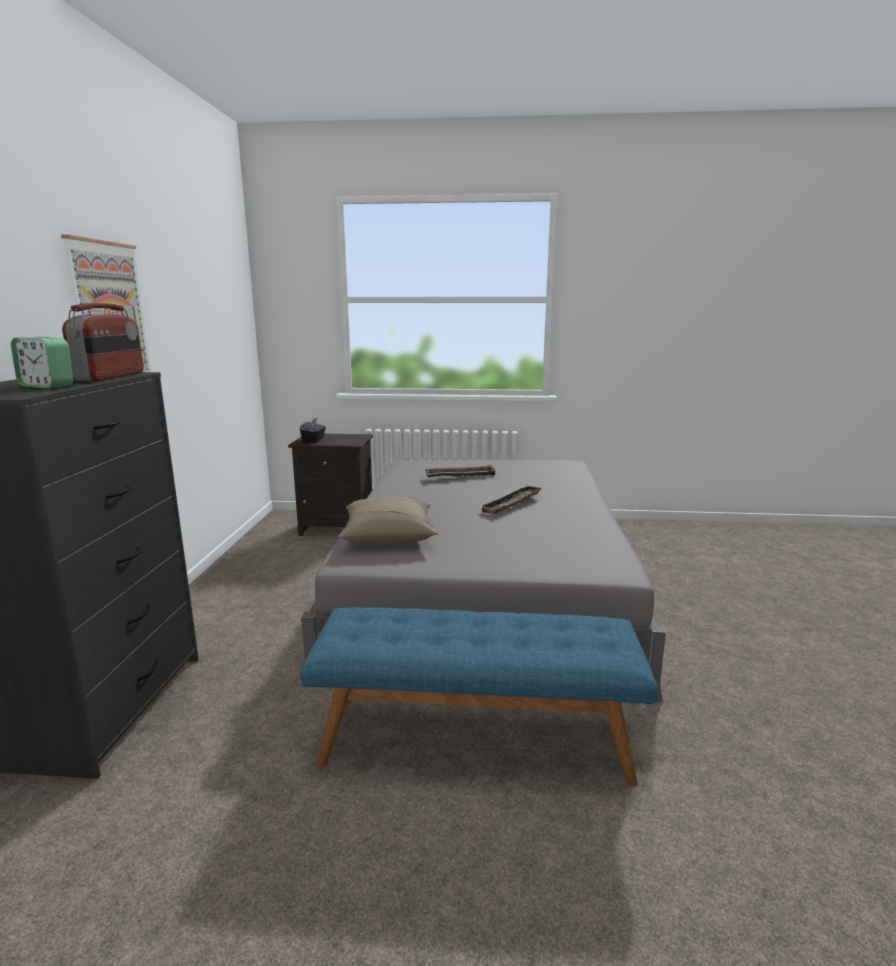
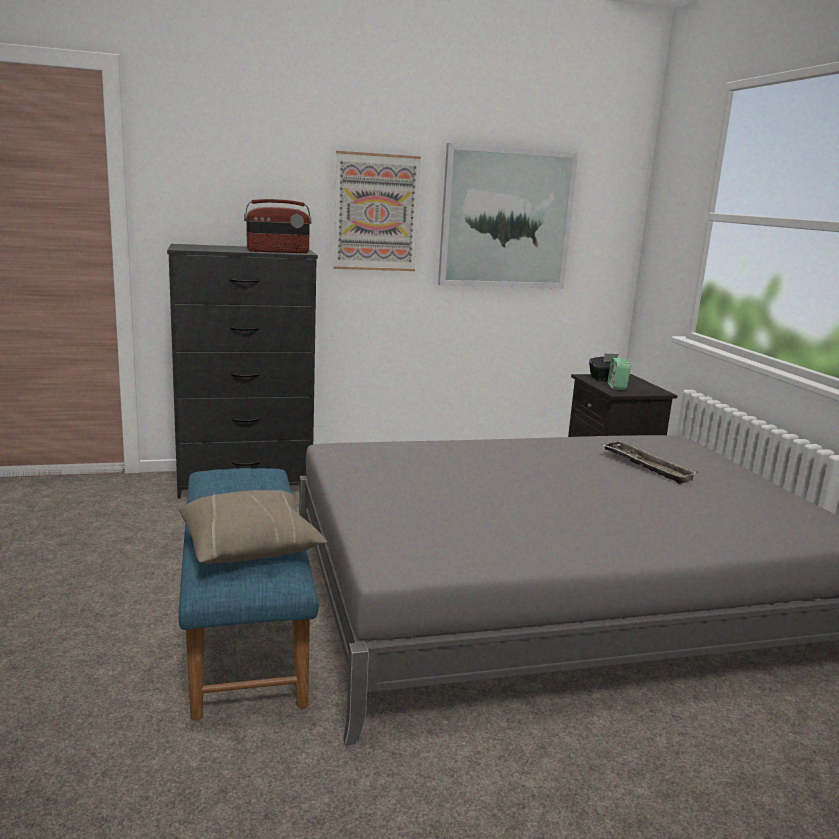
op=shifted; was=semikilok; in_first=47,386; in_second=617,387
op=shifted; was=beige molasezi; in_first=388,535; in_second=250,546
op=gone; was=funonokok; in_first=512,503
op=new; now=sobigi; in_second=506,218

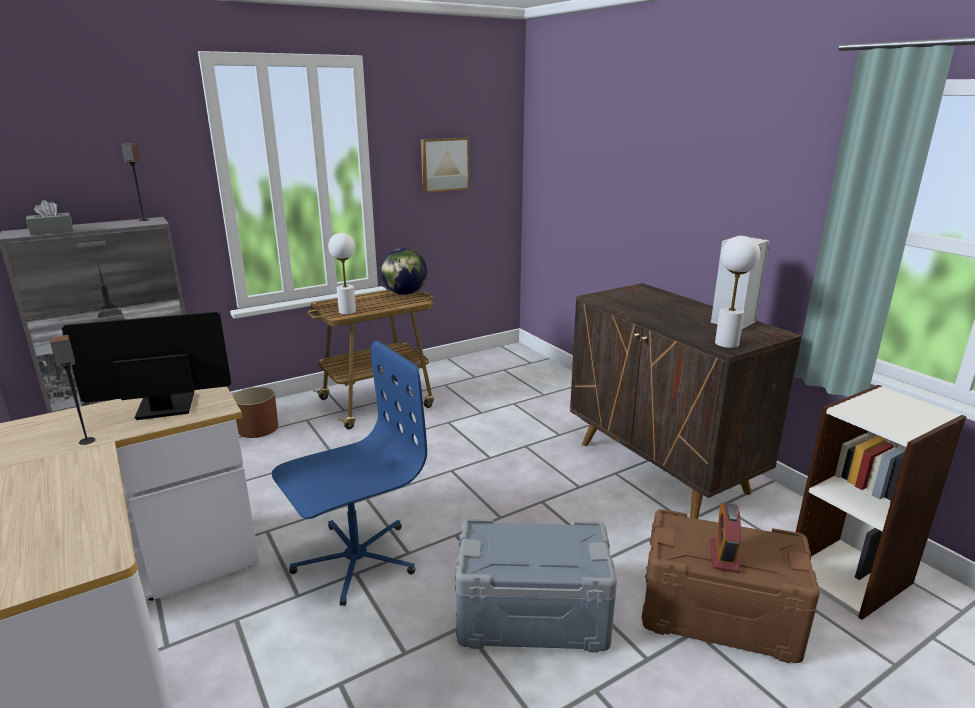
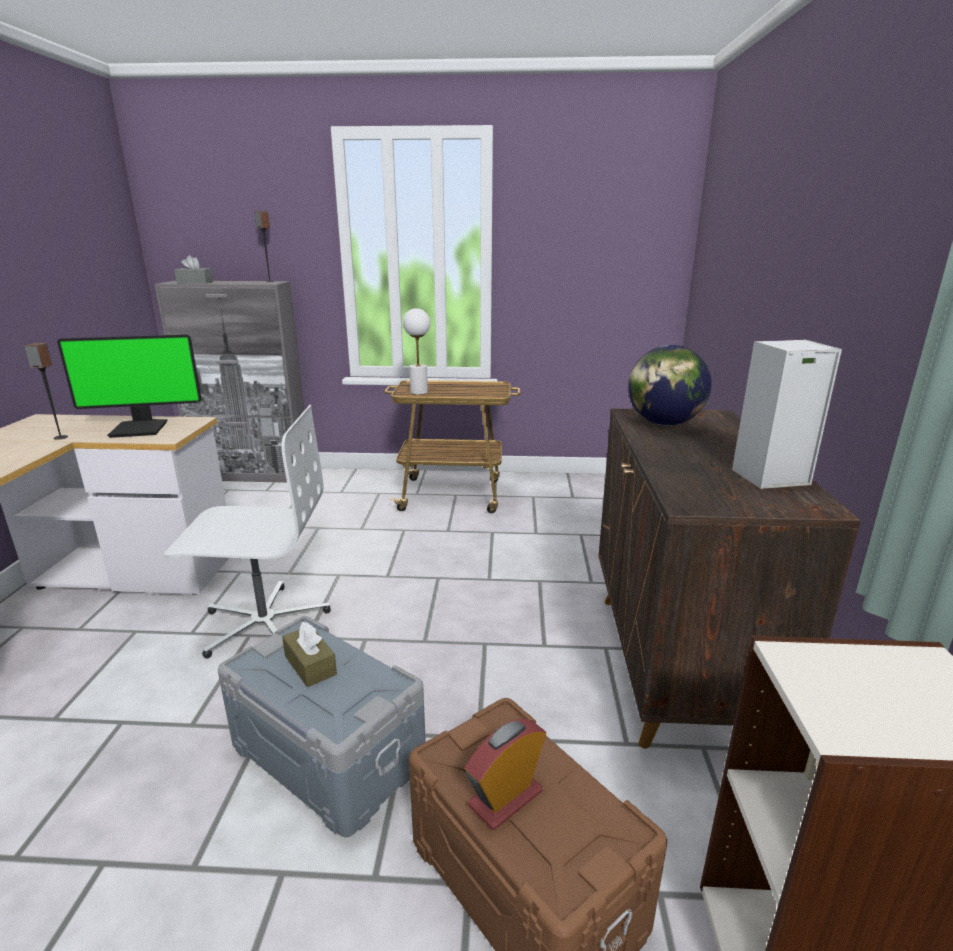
op=rotated; was=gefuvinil; in_first=164,408; in_second=140,428; clockwise=150
op=gone; was=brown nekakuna; in_first=258,428
op=repainted; was=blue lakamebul; now=white lakamebul; in_first=355,559; in_second=264,623
op=shifted; was=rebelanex; in_first=405,293; in_second=664,423
op=gone; was=sobigi; in_first=444,164
op=gone; was=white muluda; in_first=726,343
op=new; now=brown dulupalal; in_second=310,665

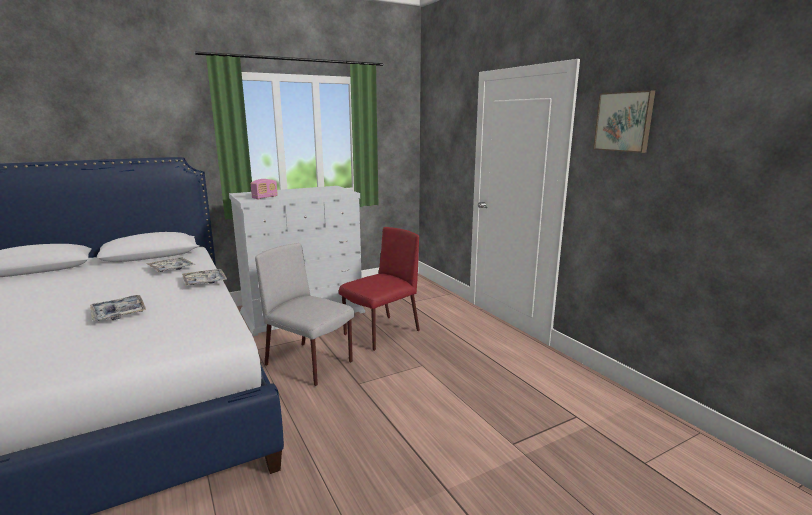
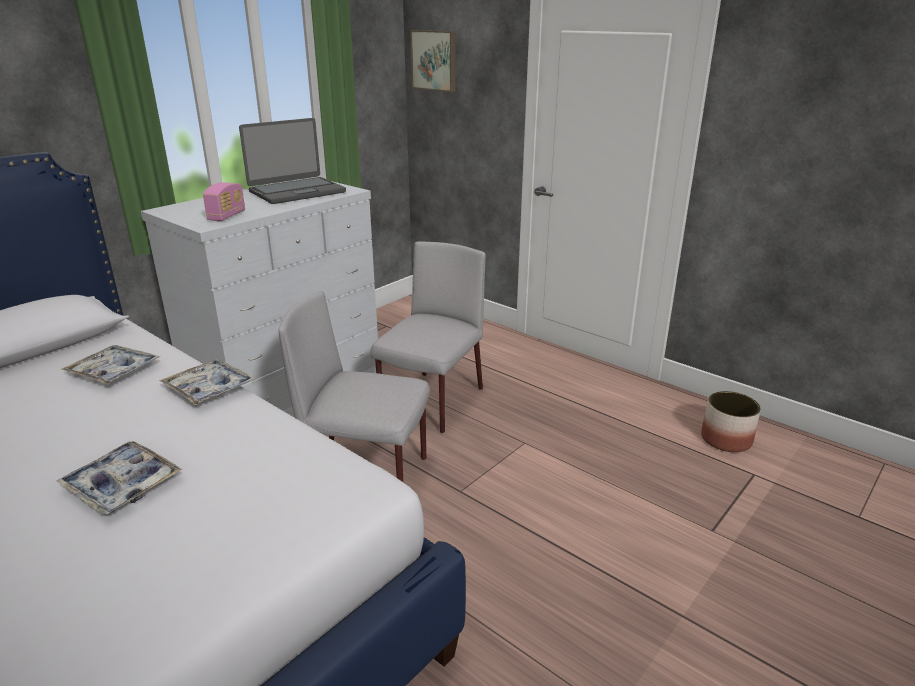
op=repainted; was=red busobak; now=grey busobak; in_first=381,333; in_second=431,403
op=shifted; was=sobigi; in_first=624,121; in_second=434,60
op=new; now=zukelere; in_second=296,192
op=new; now=nekakuna; in_second=726,439

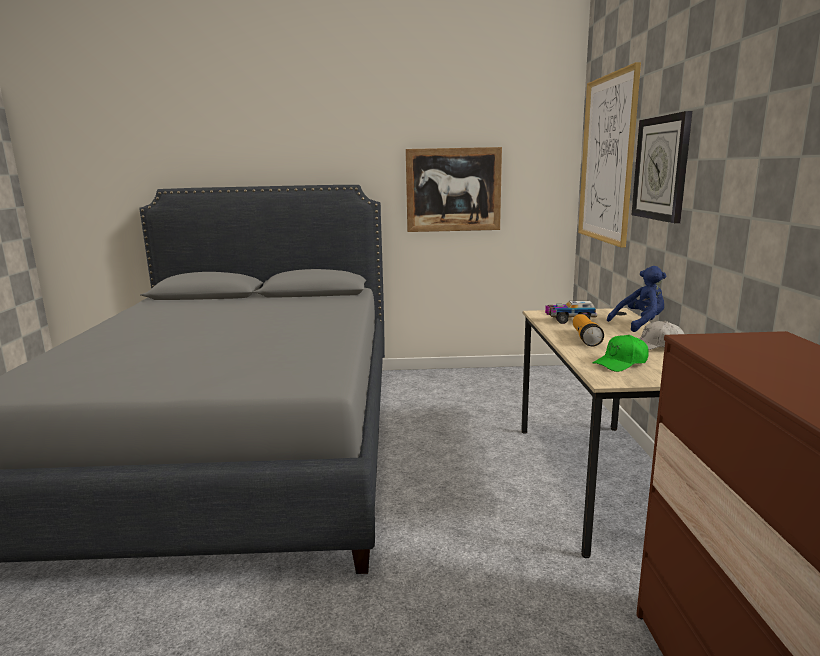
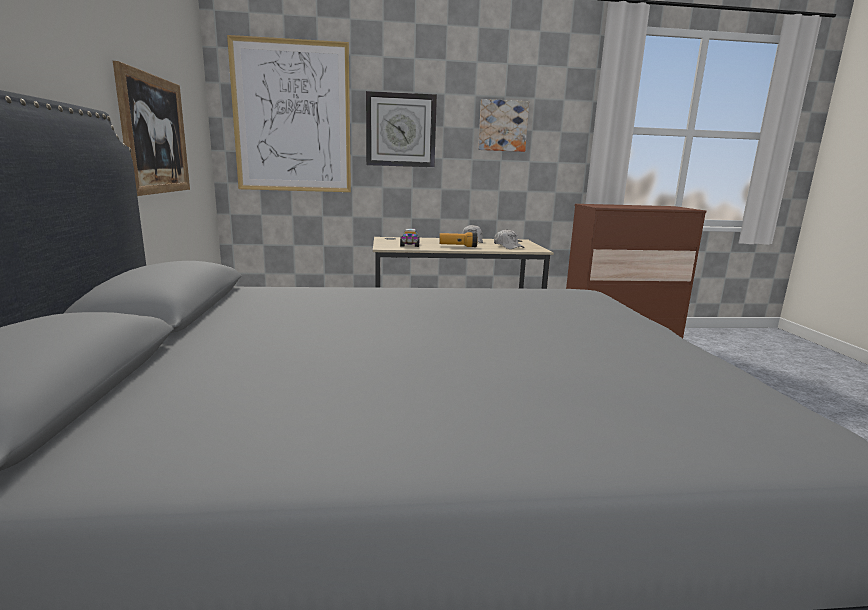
op=repainted; was=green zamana; now=white zamana; in_first=621,363; in_second=508,246
op=gone; was=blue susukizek; in_first=640,324
op=new; now=sobigi; in_second=502,126

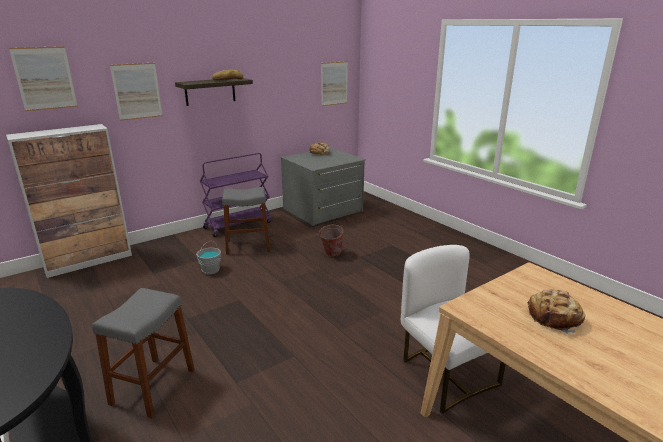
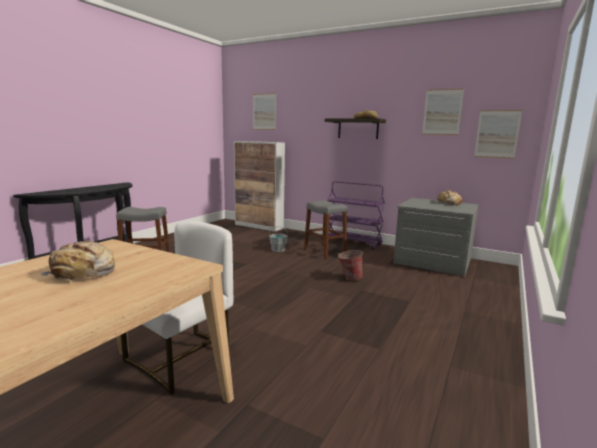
op=shifted; was=sobigi; in_first=137,91; in_second=442,112

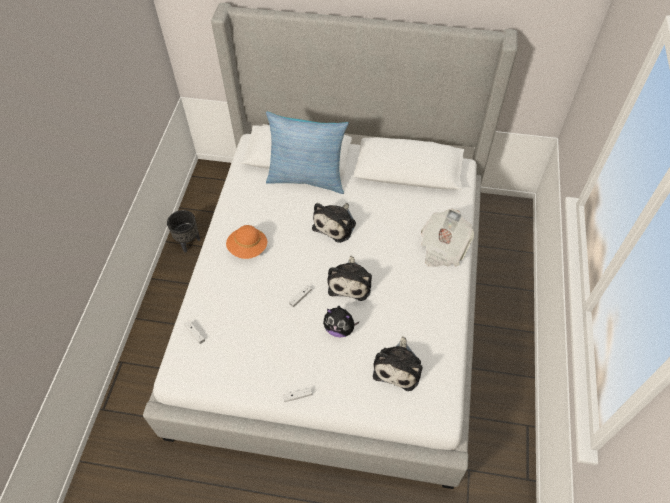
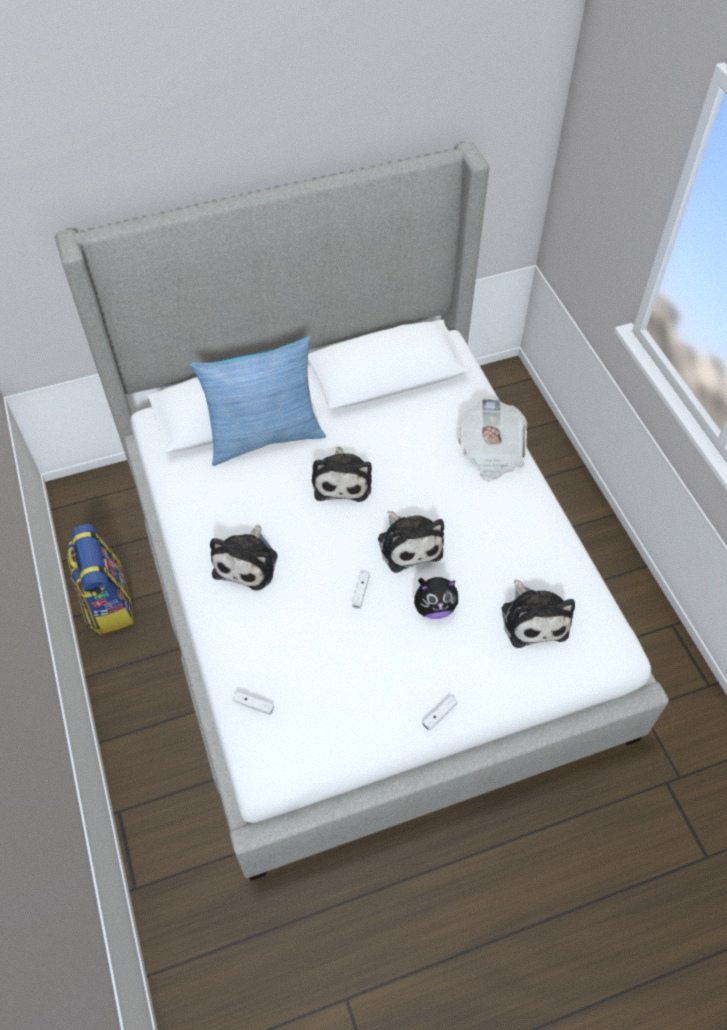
op=swapped; was=black nekakuna; now=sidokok; in_first=188,242; in_second=108,603
op=swapped; was=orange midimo; now=susukizek; in_first=248,248; in_second=247,562

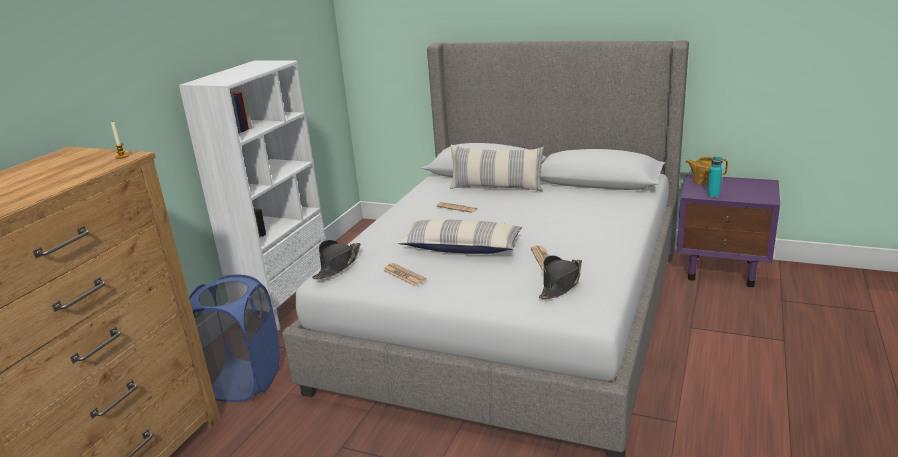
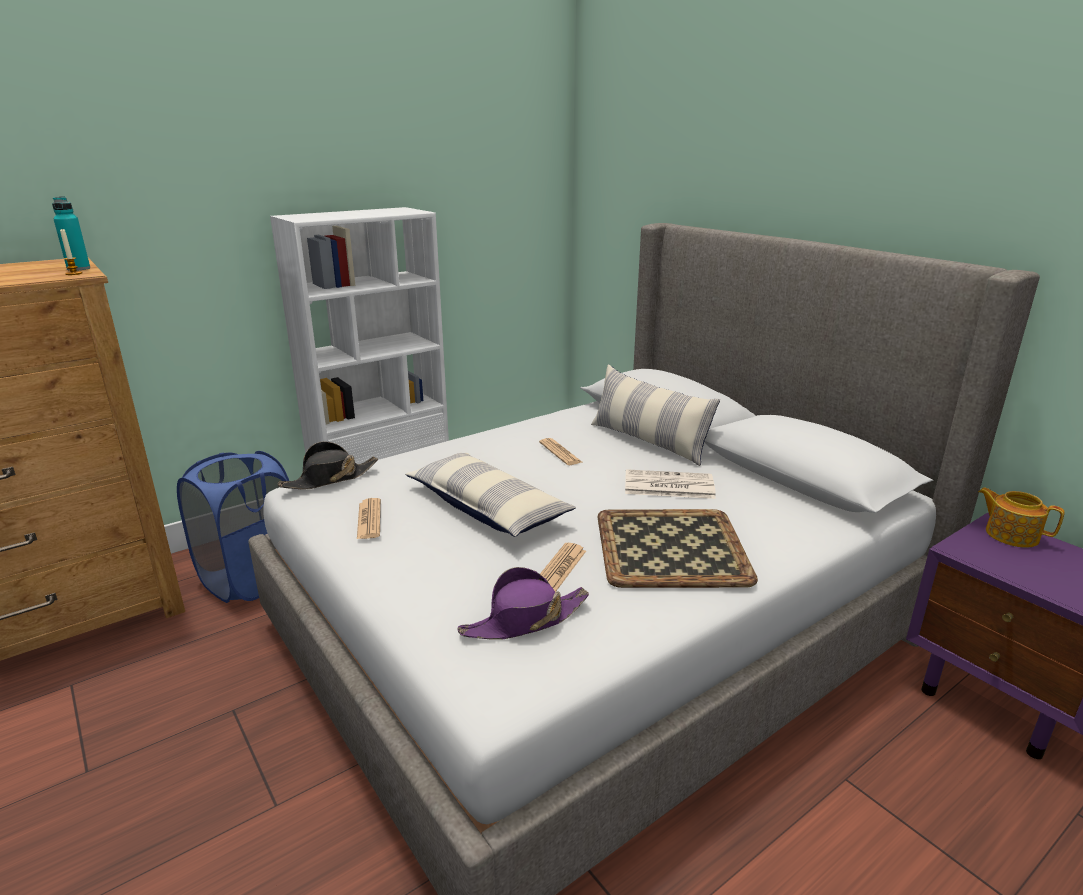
op=repainted; was=black midimo; now=purple midimo; in_first=561,284; in_second=524,620
op=shifted; was=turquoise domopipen; in_first=713,195; in_second=78,269
op=new; now=funonokok; in_second=672,547
op=new; now=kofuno; in_second=667,486

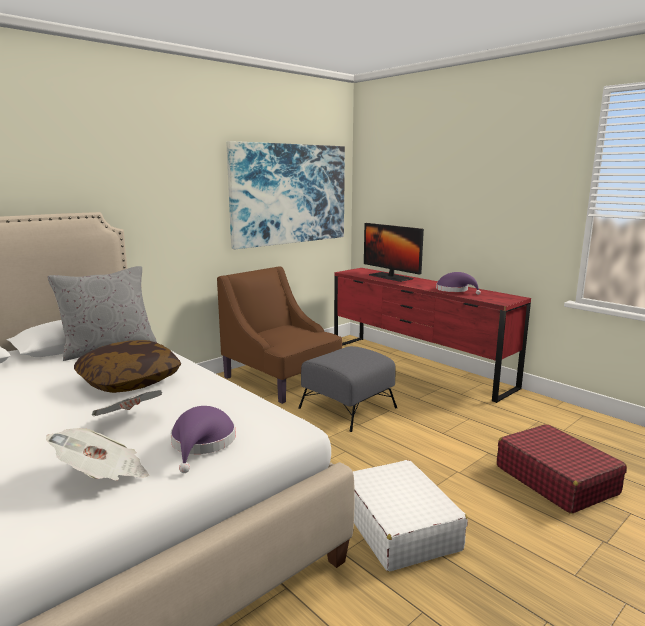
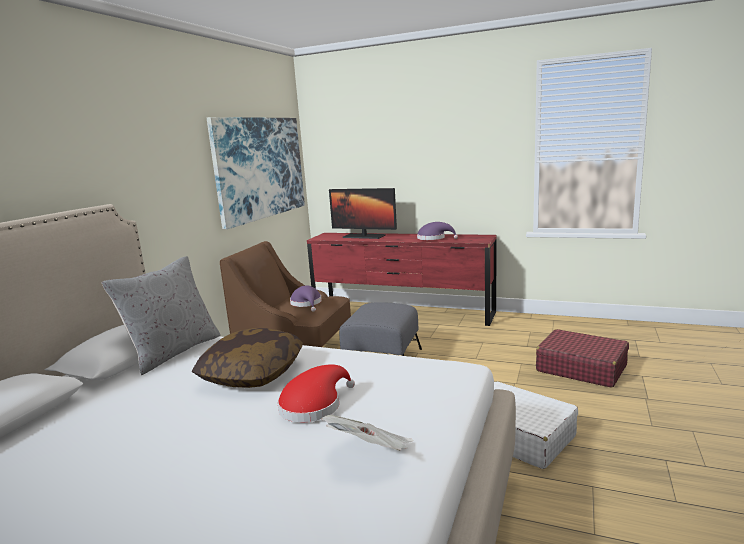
op=swapped; was=kofuno; now=red midimo; in_first=129,421; in_second=314,405
op=shifted; was=purple midimo; in_first=202,443; in_second=307,304

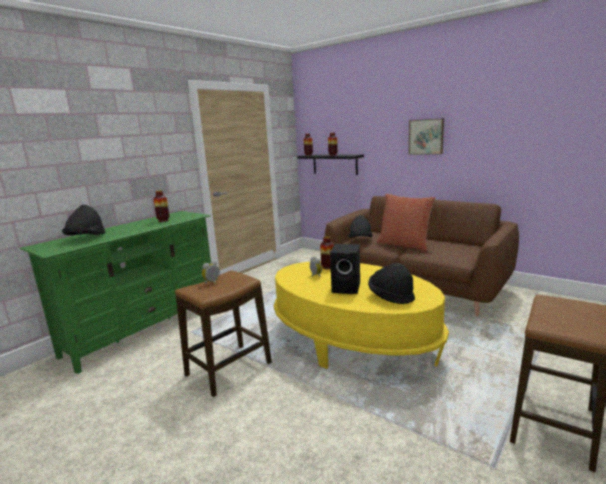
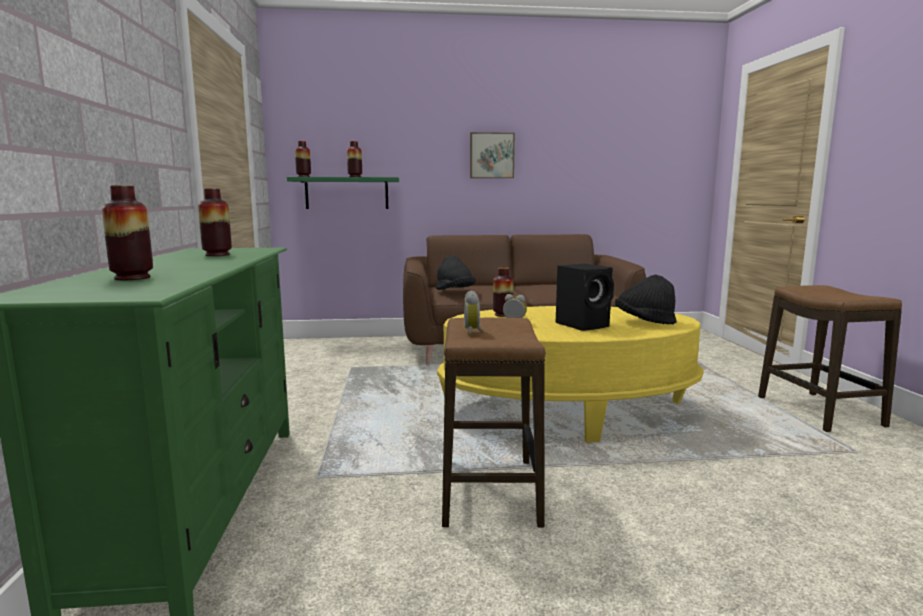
op=swapped; was=black midimo; now=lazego; in_first=86,238; in_second=132,278
op=repainted; was=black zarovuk; now=green zarovuk; in_first=335,164; in_second=347,193
op=gone; was=molasezi; in_first=404,245

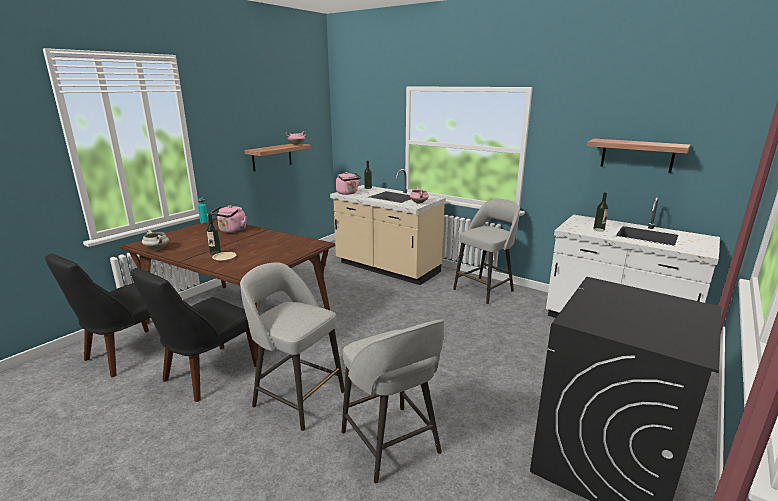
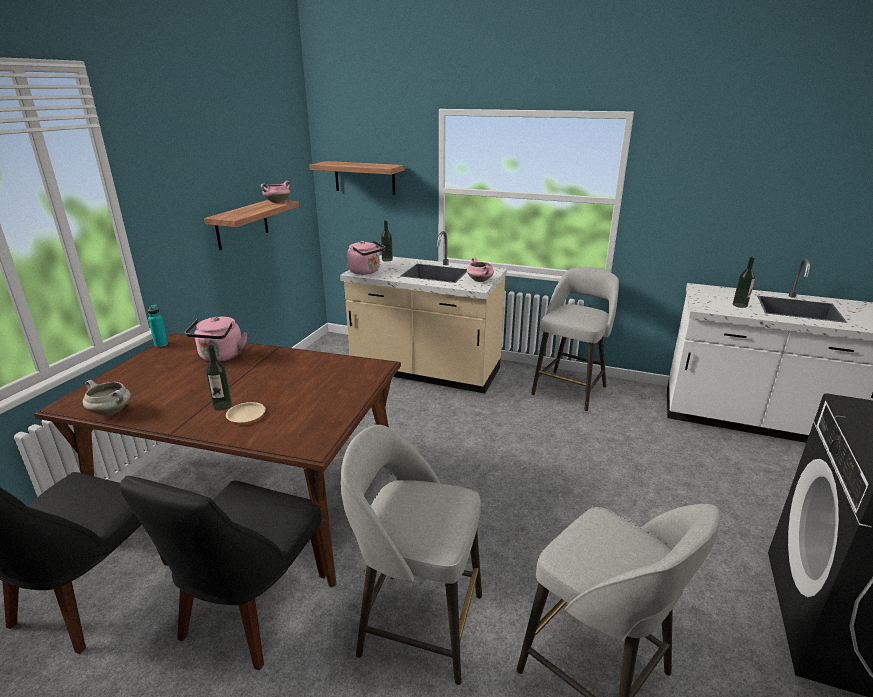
op=shifted; was=zarovuk; in_first=637,155; in_second=364,177

